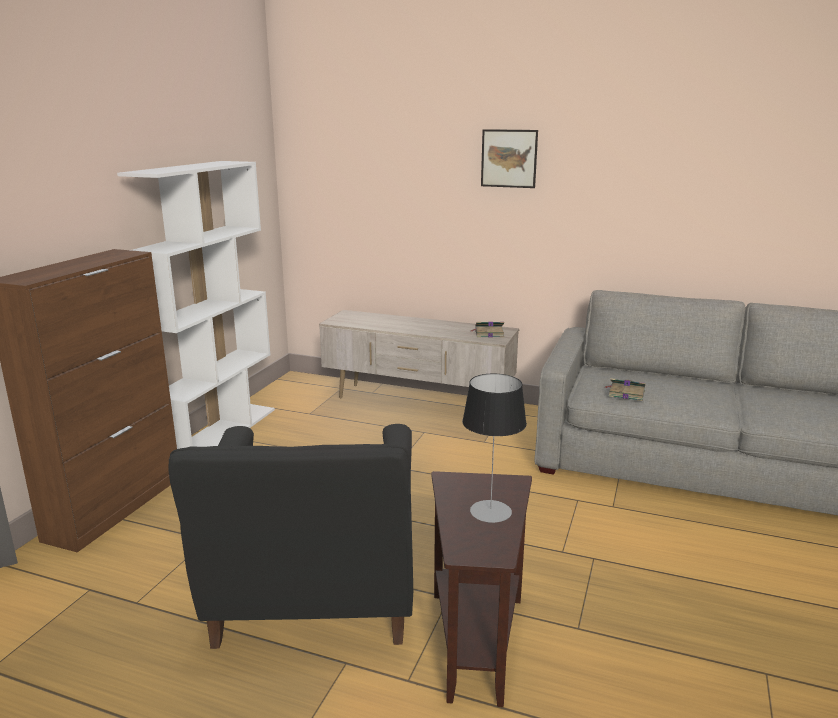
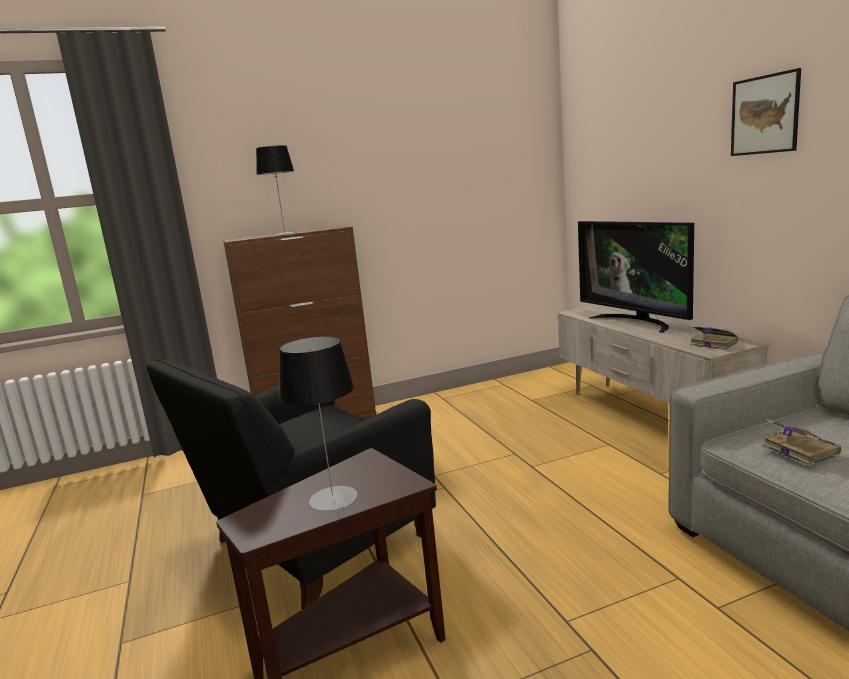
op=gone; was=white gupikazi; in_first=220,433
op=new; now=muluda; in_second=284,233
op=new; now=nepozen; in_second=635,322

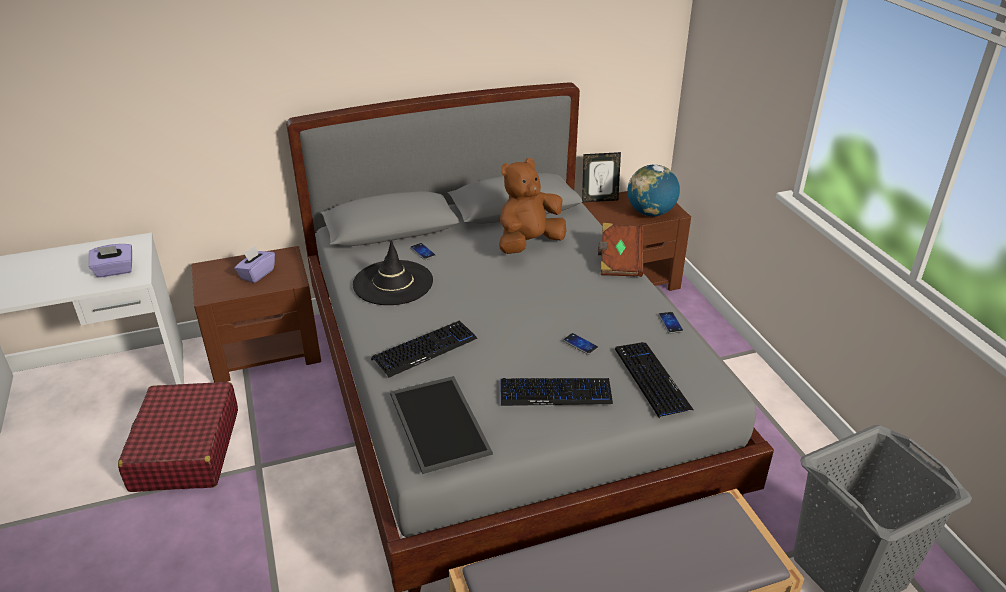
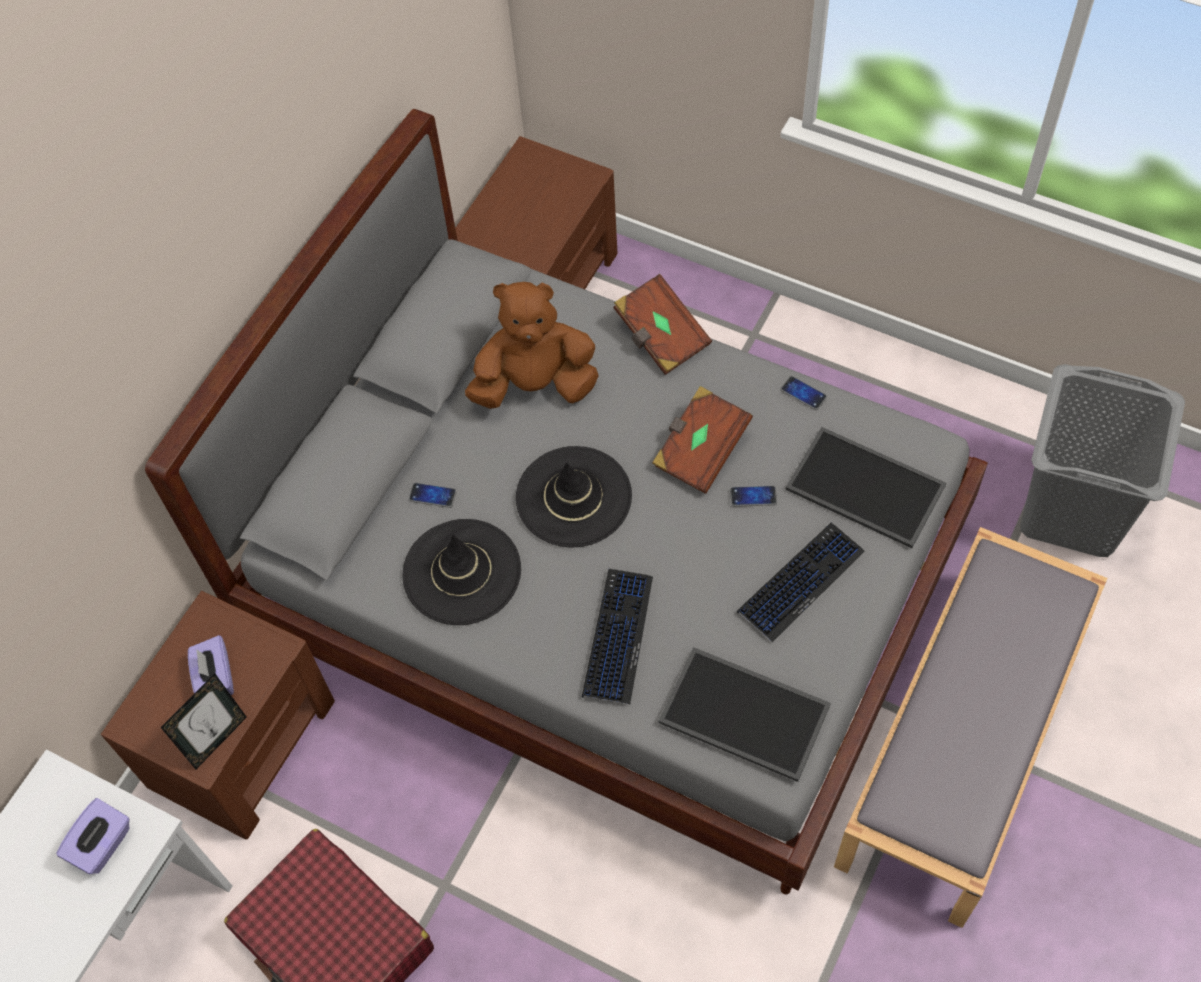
op=rotated; was=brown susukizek; in_first=528,244; in_second=535,385; clockwise=75
op=shifted; was=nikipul; in_first=599,199; in_second=217,739
op=swapped; was=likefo; now=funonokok; in_first=651,379; in_second=863,488
op=gone; was=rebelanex; in_first=650,213
op=new; now=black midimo; in_second=574,497
op=new; now=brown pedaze; in_second=700,450

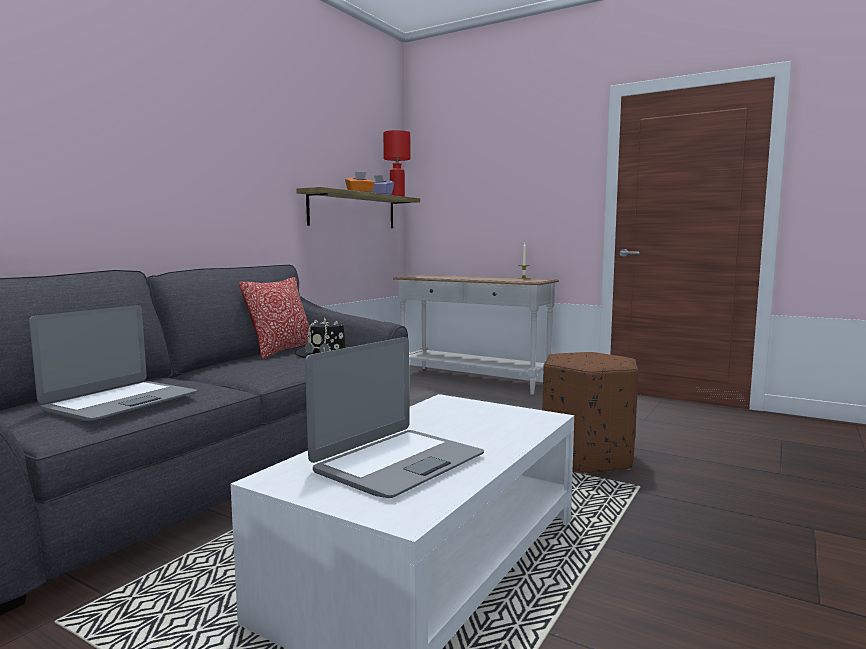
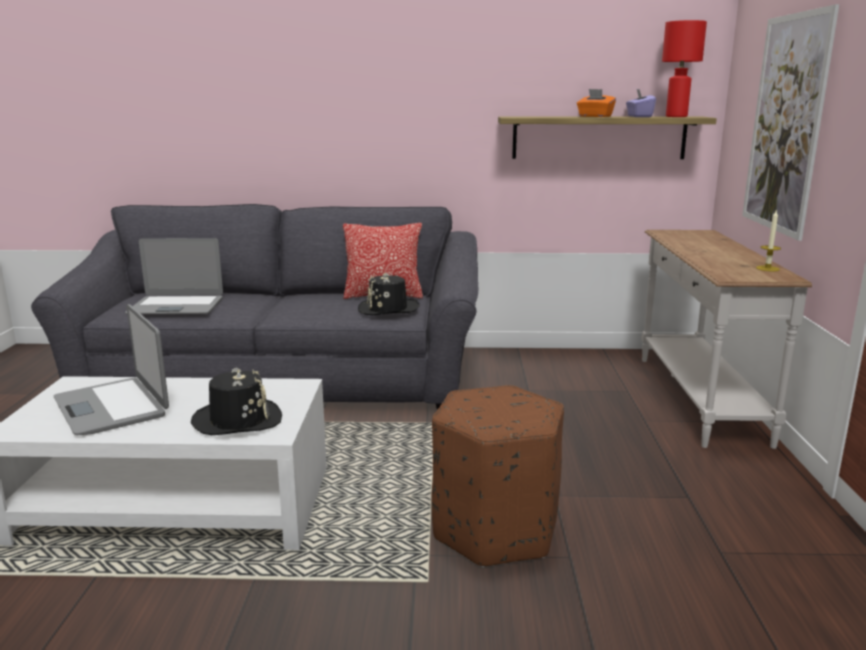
op=rotated; was=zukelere; in_first=398,463; in_second=112,407; clockwise=45
op=new; now=black midimo; in_second=238,420
op=new; now=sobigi; in_second=785,124

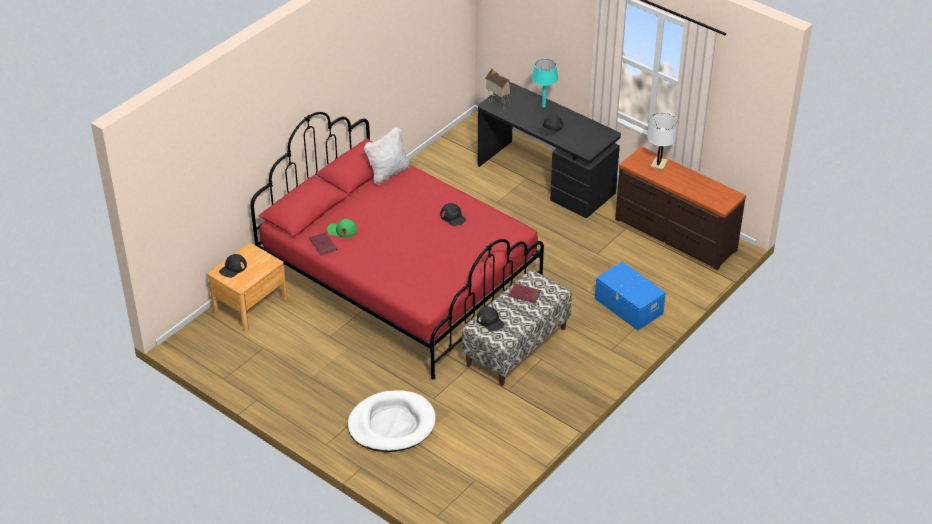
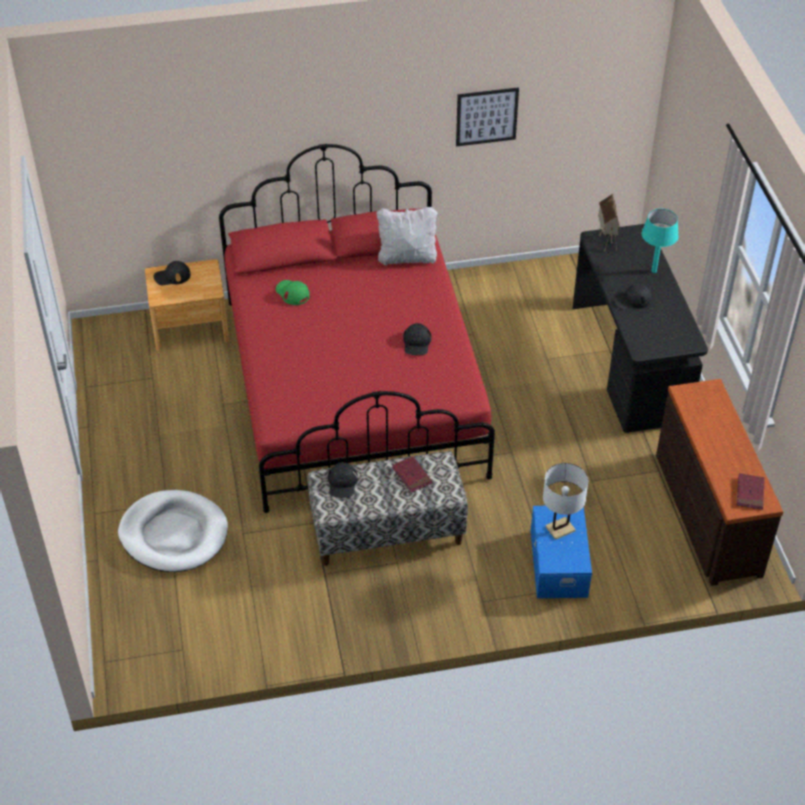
op=shifted; was=red pedaze; in_first=323,245; in_second=750,493
op=shifted; was=white muluda; in_first=659,164; in_second=560,529
op=new; now=sobigi; in_second=486,116

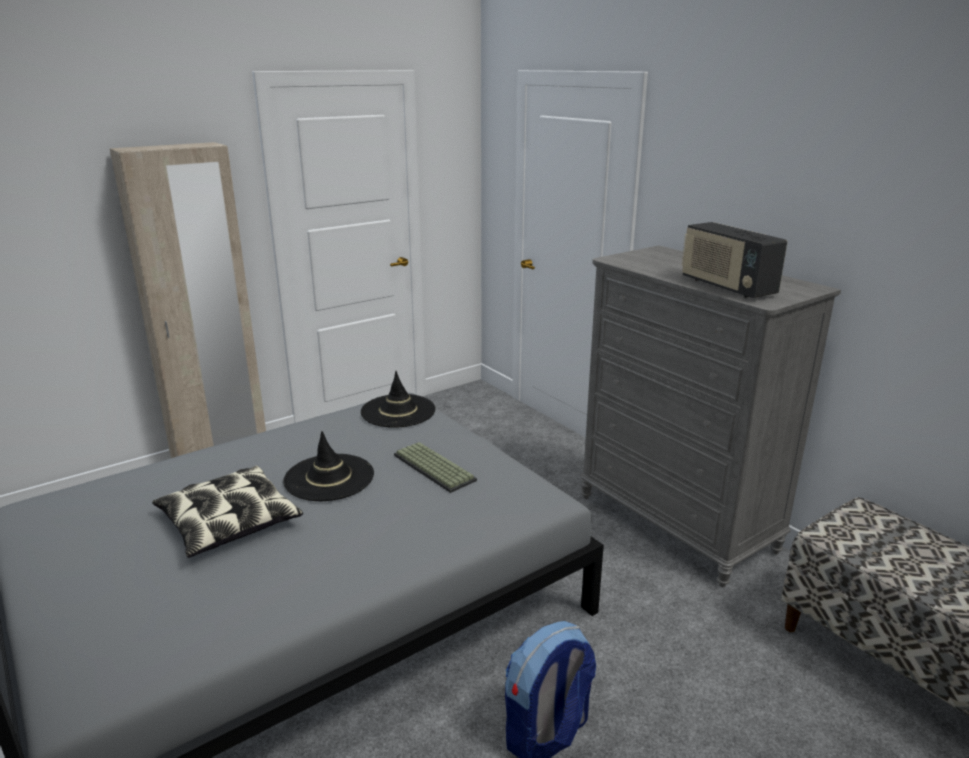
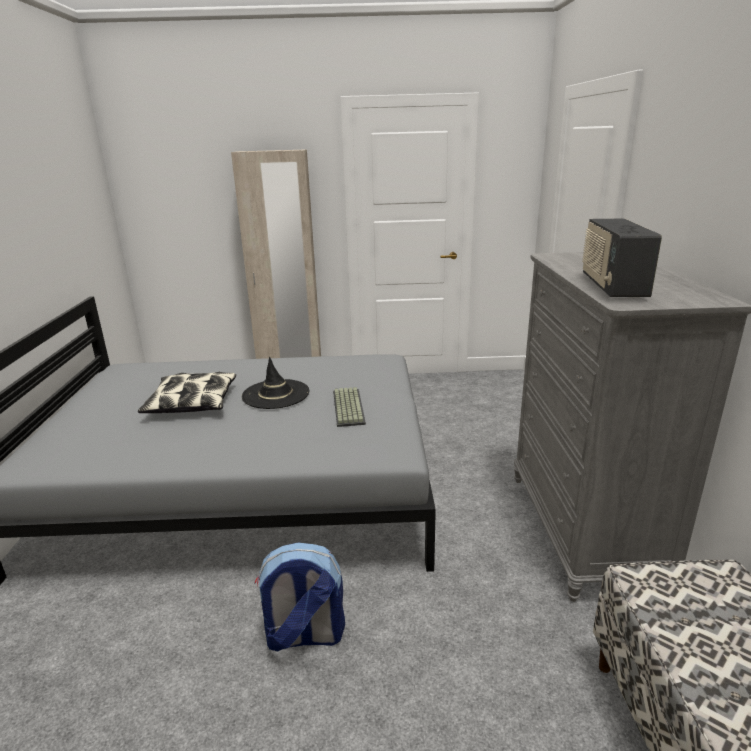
op=gone; was=black midimo; in_first=398,411

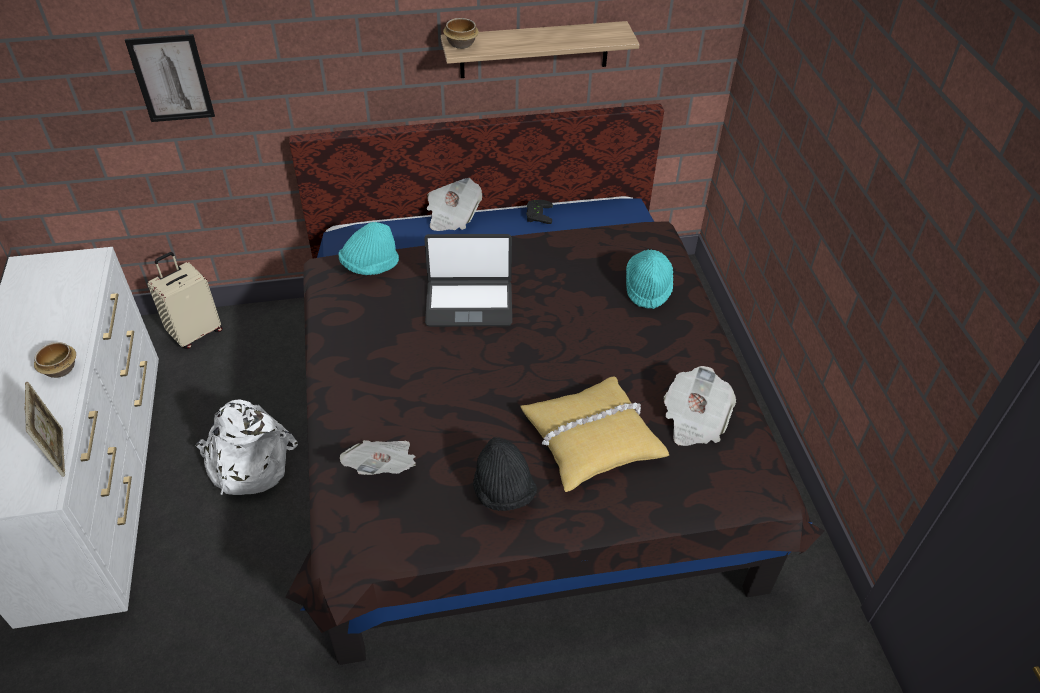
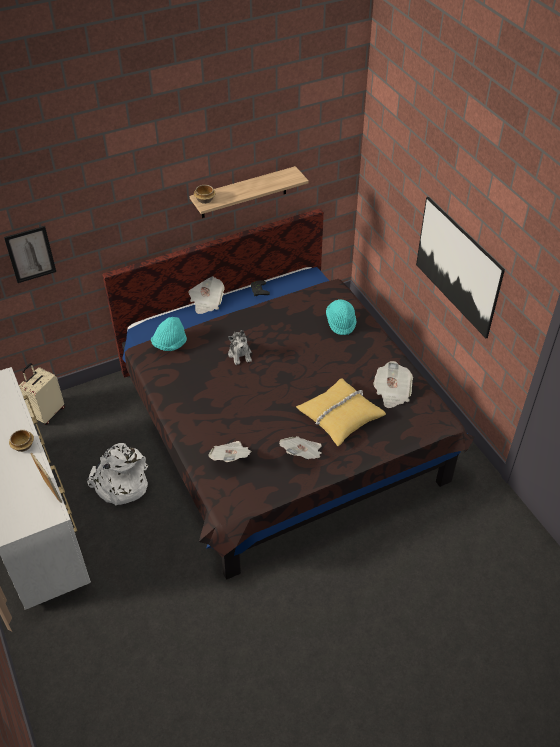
op=swapped; was=zukelere; now=susukizek; in_first=469,303; in_second=240,354
op=swapped; was=black midimo; now=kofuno; in_first=503,490; in_second=302,454
op=new; now=sobigi; in_second=457,266

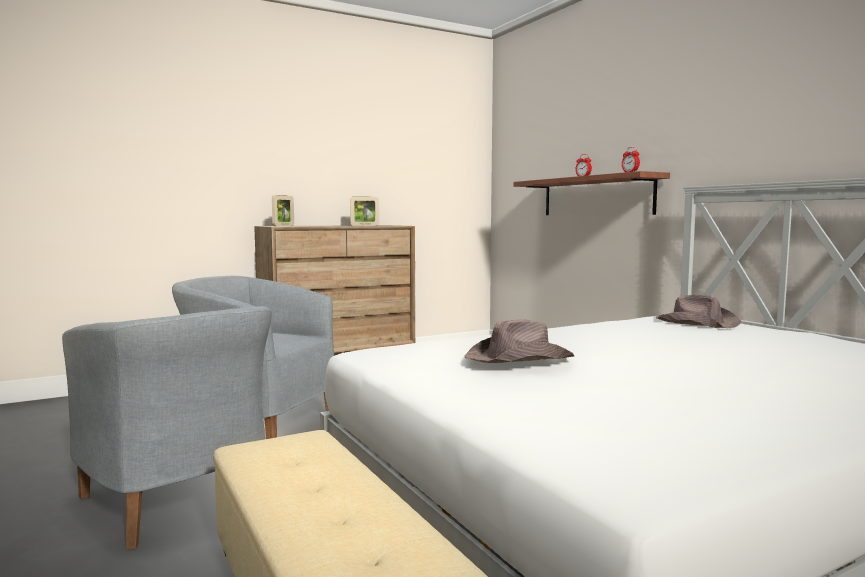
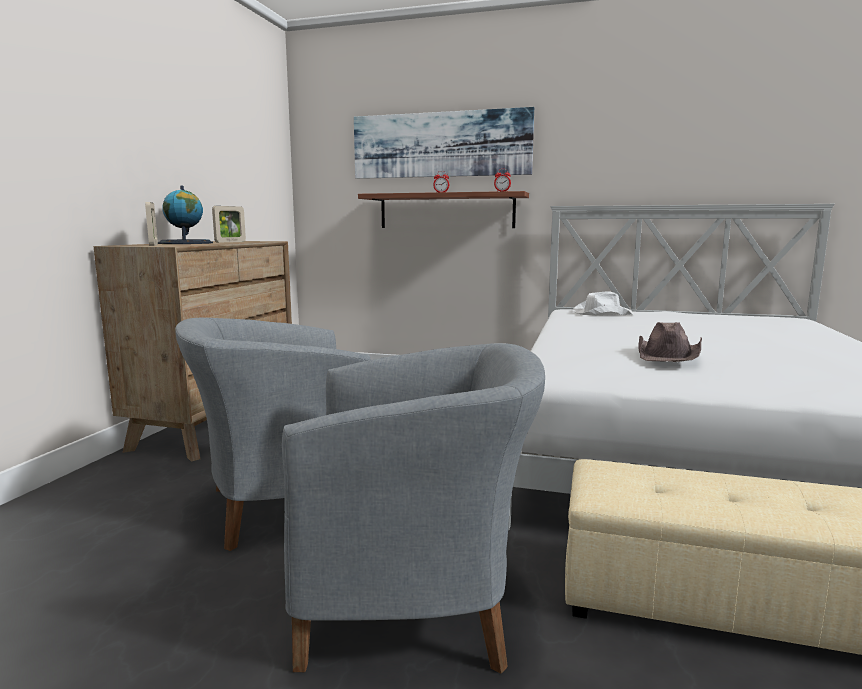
op=repainted; was=brown midimo; now=white midimo; in_first=696,322; in_second=601,313
op=new; now=rebelanex; in_second=186,243
op=new; now=sobigi; in_second=440,145

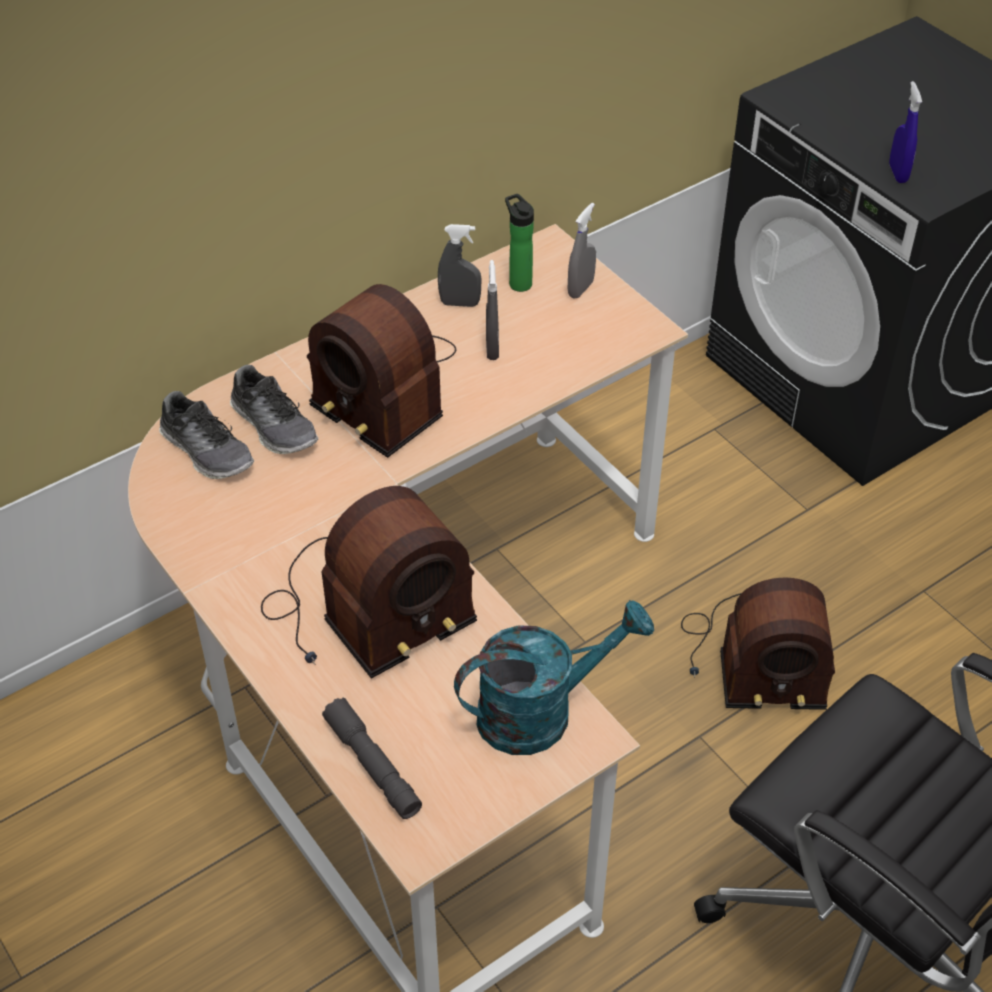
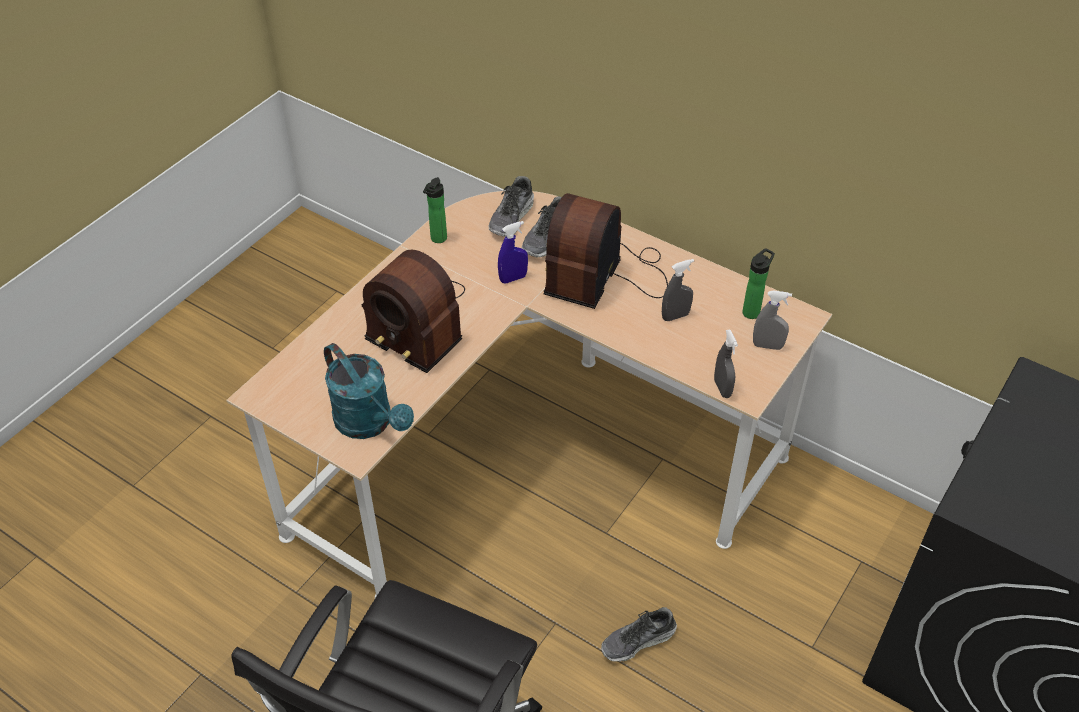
op=gone; was=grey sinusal; in_first=373,766
op=shifted; was=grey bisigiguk; in_first=460,303; in_second=722,388
op=swapped; was=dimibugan; now=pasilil; in_first=751,660; in_second=638,641
op=shifted; was=blue bisigiguk; in_first=898,173; in_second=513,278
op=new; now=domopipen; in_second=437,239

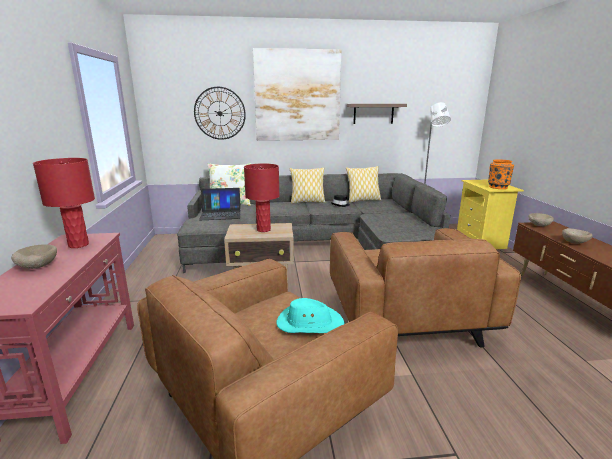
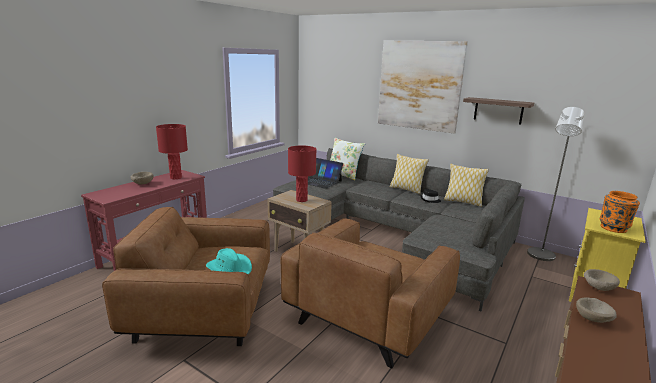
op=gone; was=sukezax; in_first=220,113

